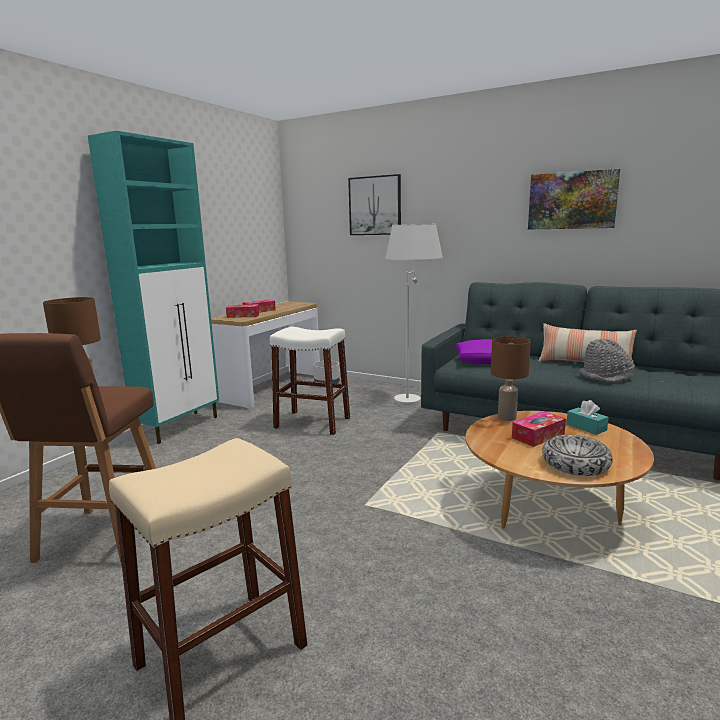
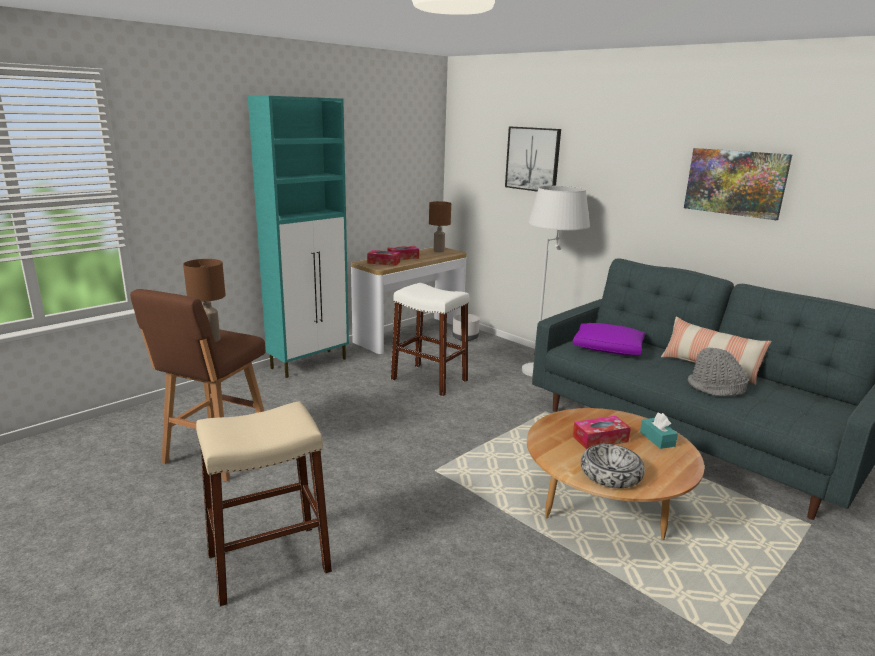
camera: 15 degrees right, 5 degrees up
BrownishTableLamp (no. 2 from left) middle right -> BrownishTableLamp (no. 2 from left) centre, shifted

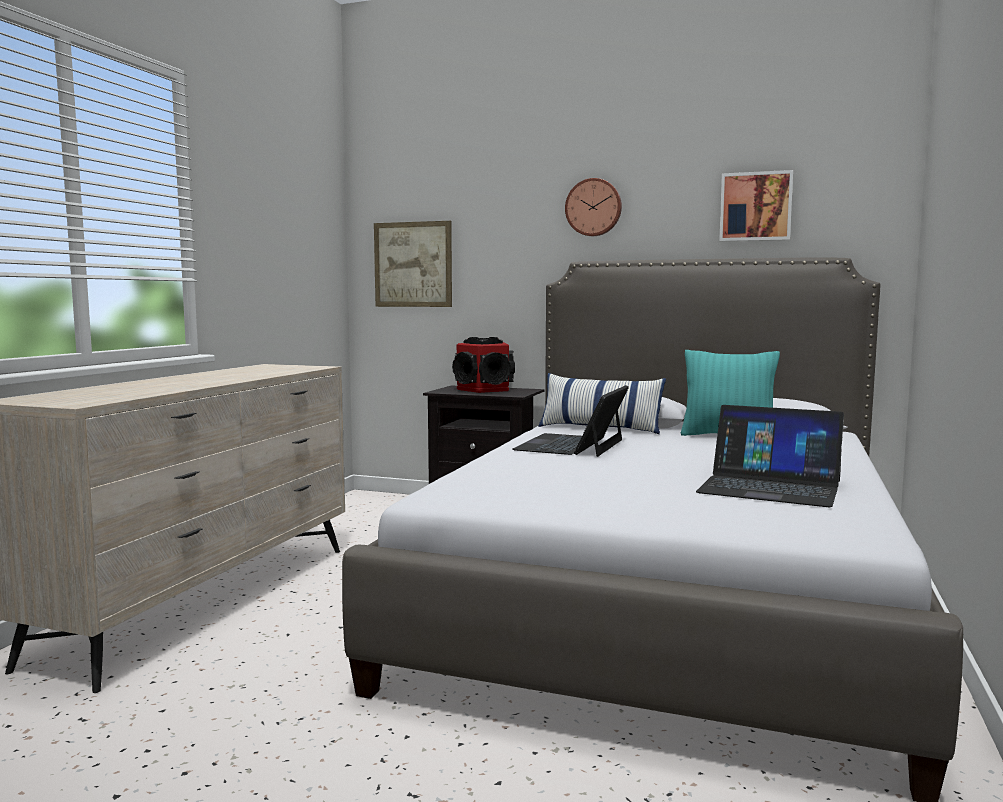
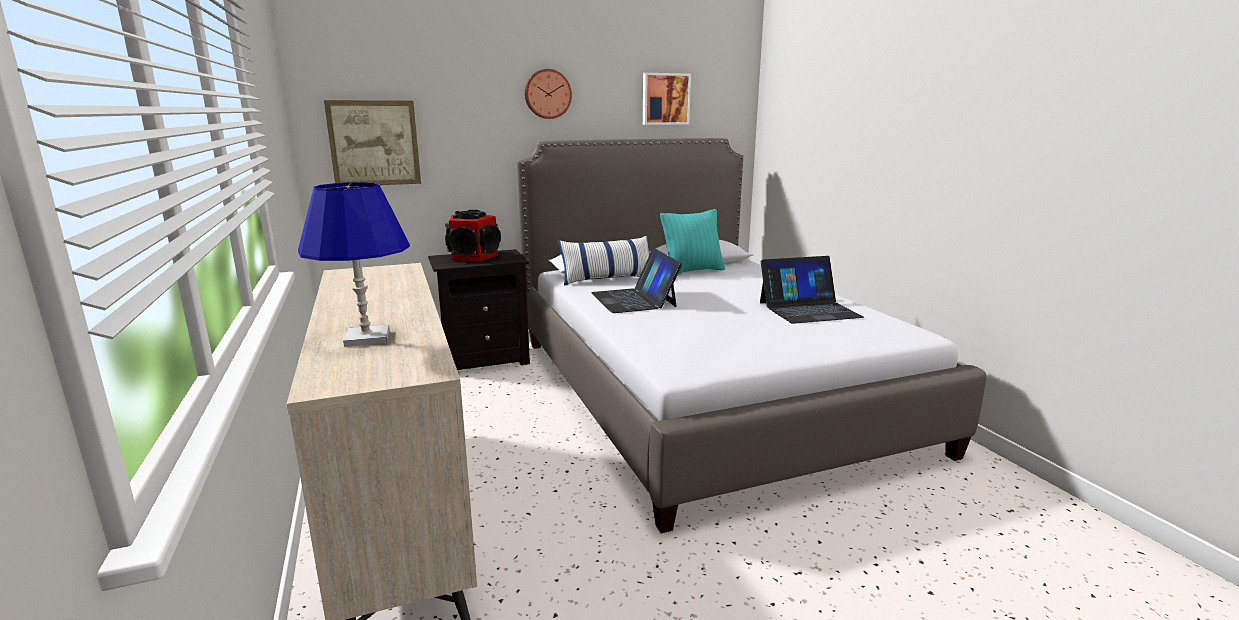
camera: 40 degrees left, 10 degrees up
none -> BlueColouredTableLamp middle left

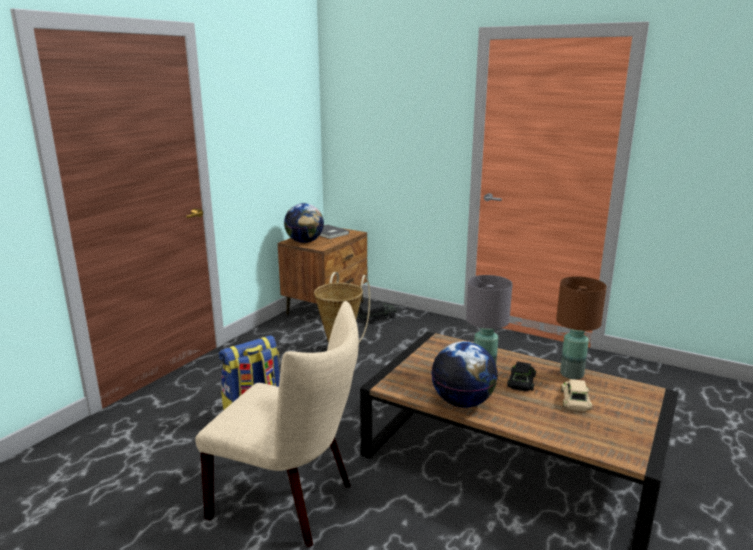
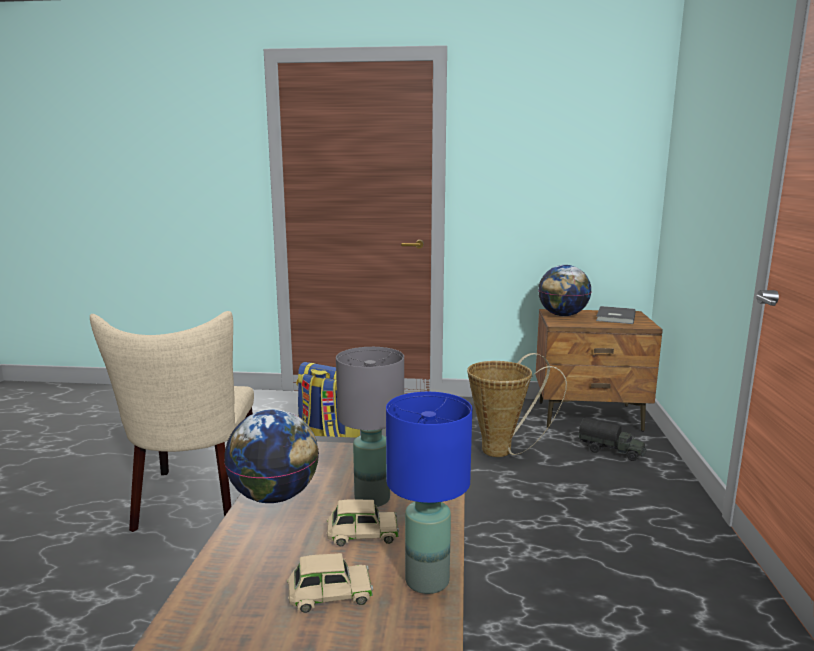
camera: 65 degrees right, 5 degrees down
BlackishMiniatureCar bottom right -> BeigeMiniatureCar (no. 2 from left) bottom centre
BrownishTableLamp middle right -> BlueColouredTableLamp bottom centre

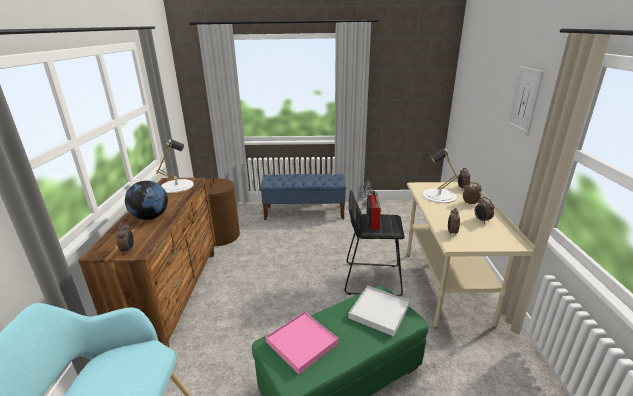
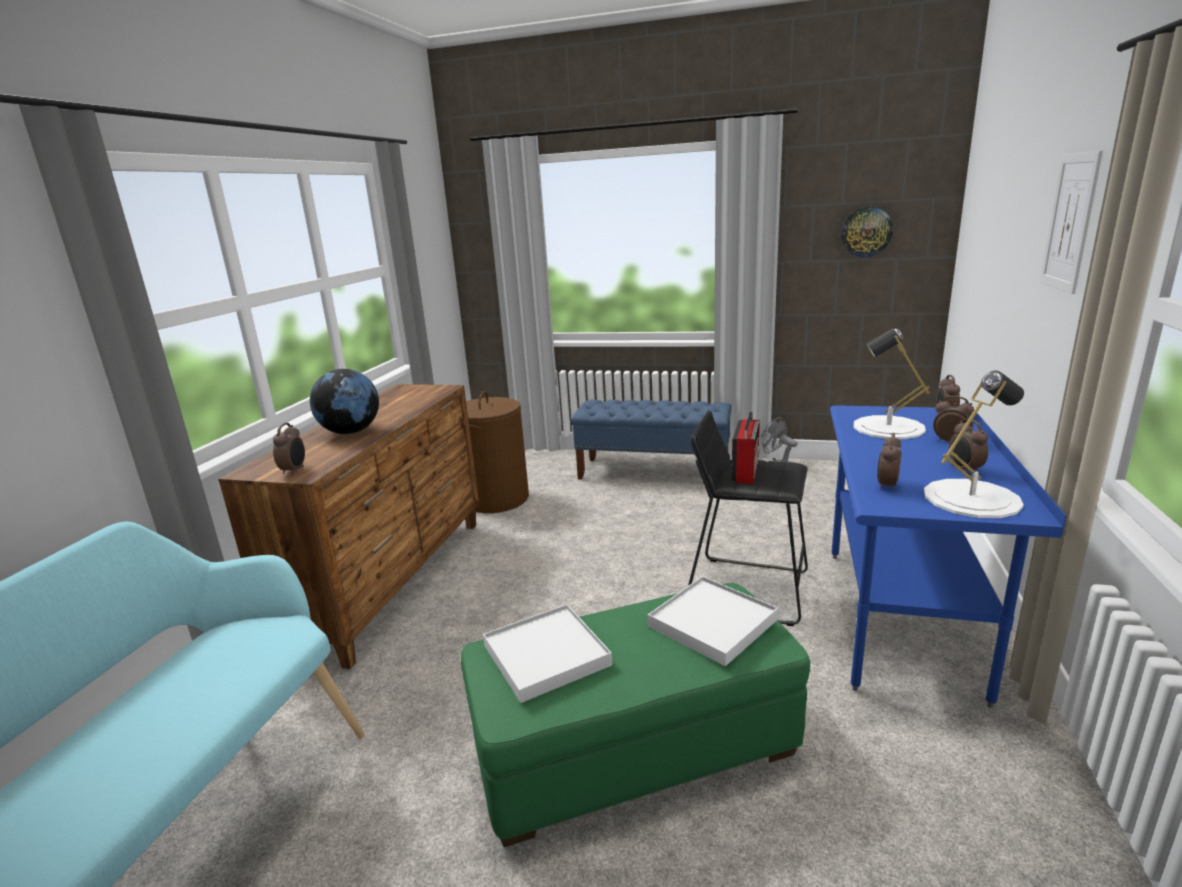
camera: 15 degrees right, 5 degrees down
WhiteTableLamp (no. 1 from left in the first image) middle left -> WhiteTableLamp (no. 2 from left) middle right, shifted
PinkTray bottom centre -> WhiteTray (no. 1 from left) bottom centre
BeigeDeskTable middle right -> BlueColouredDeskTable middle right
none -> WallClock top right

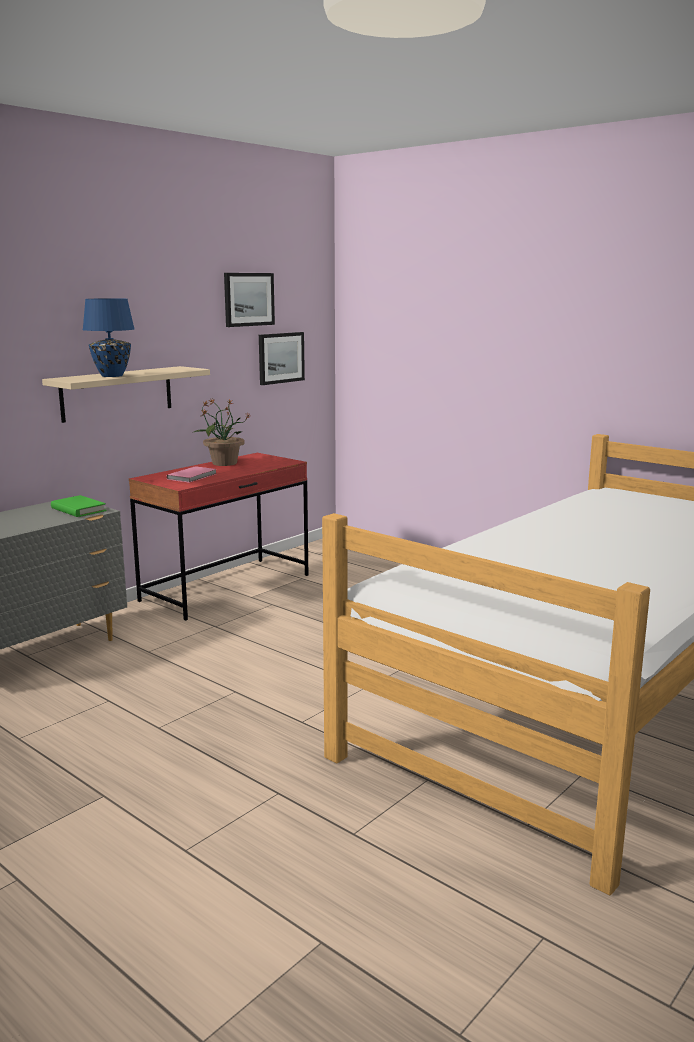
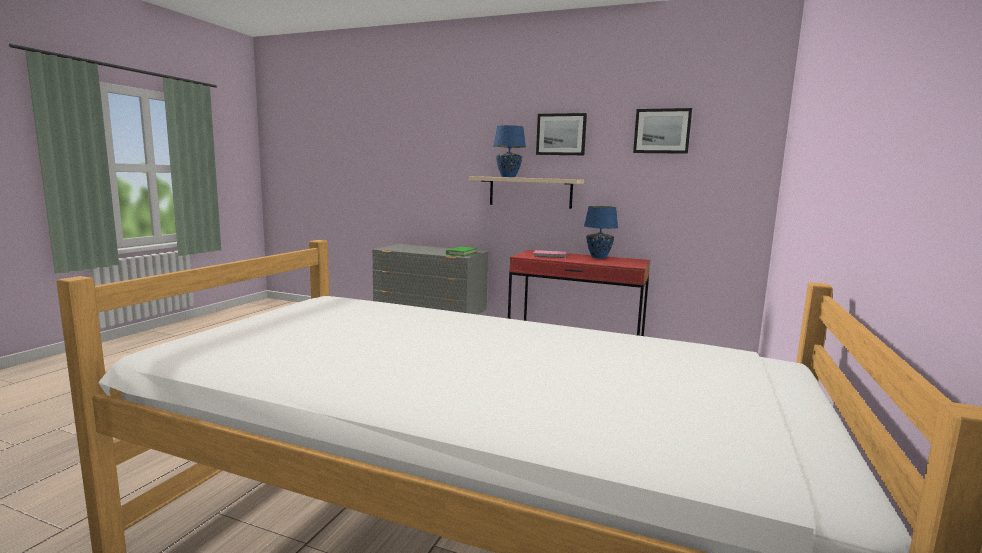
camera: 70 degrees right, 5 degrees down
PottedPlant middle left -> BlueColouredTableLamp (no. 2 from left) centre
WallArt (no. 2 from left in the first image) centre -> WallArt (no. 1 from left) top centre, shifted

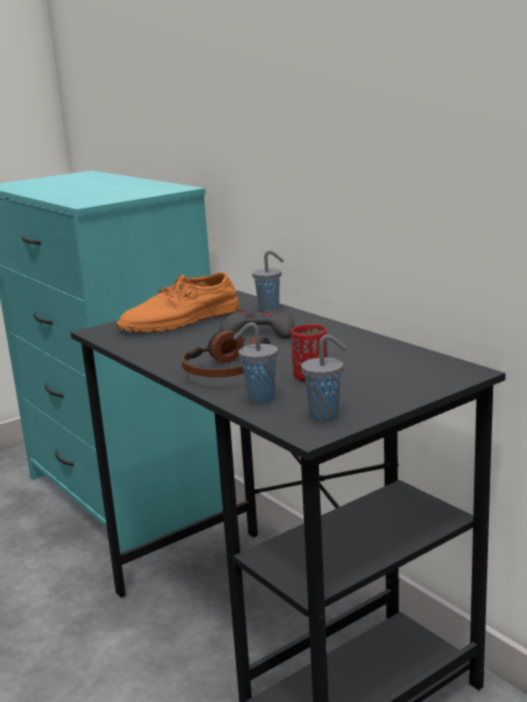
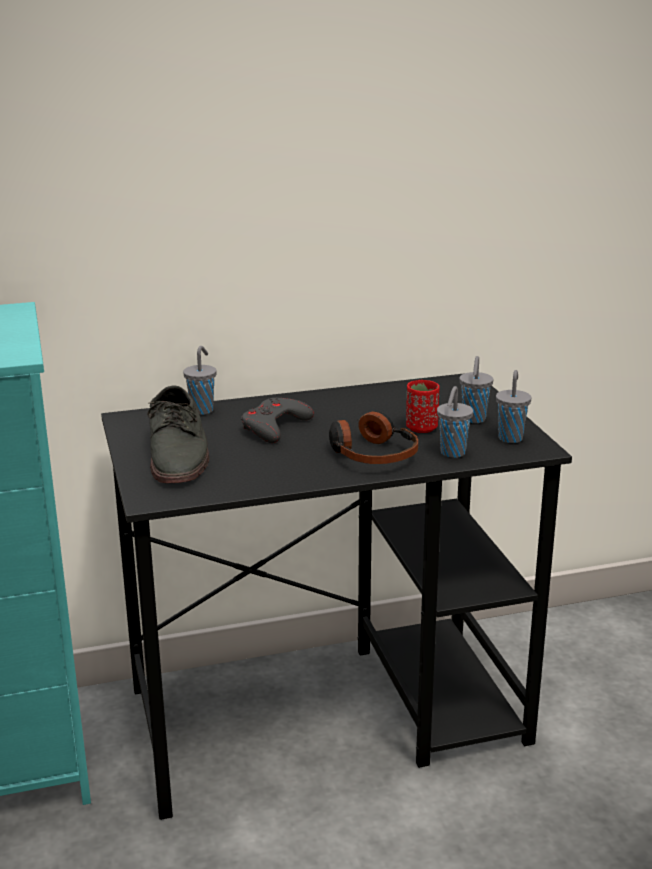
camera: 70 degrees left, 5 degrees up
OrangeyLowShoe centre -> GreyishLowShoe middle left
none -> GreyishSmallCup (no. 3 from left) middle right

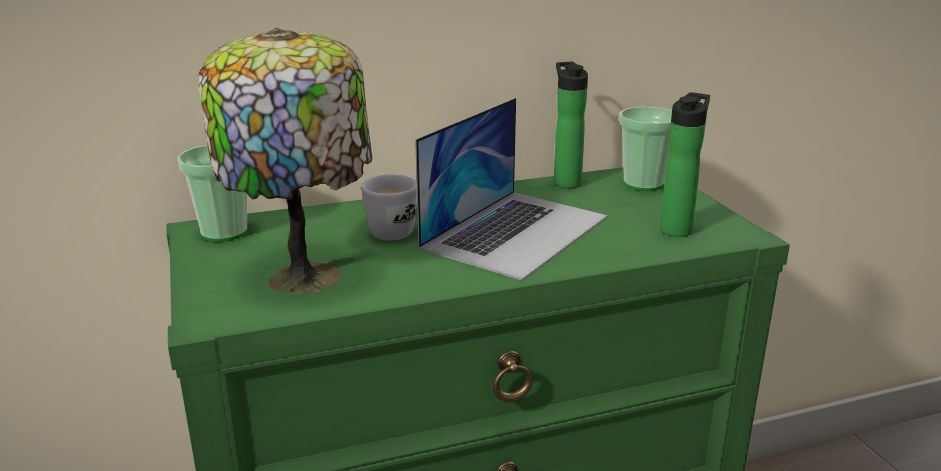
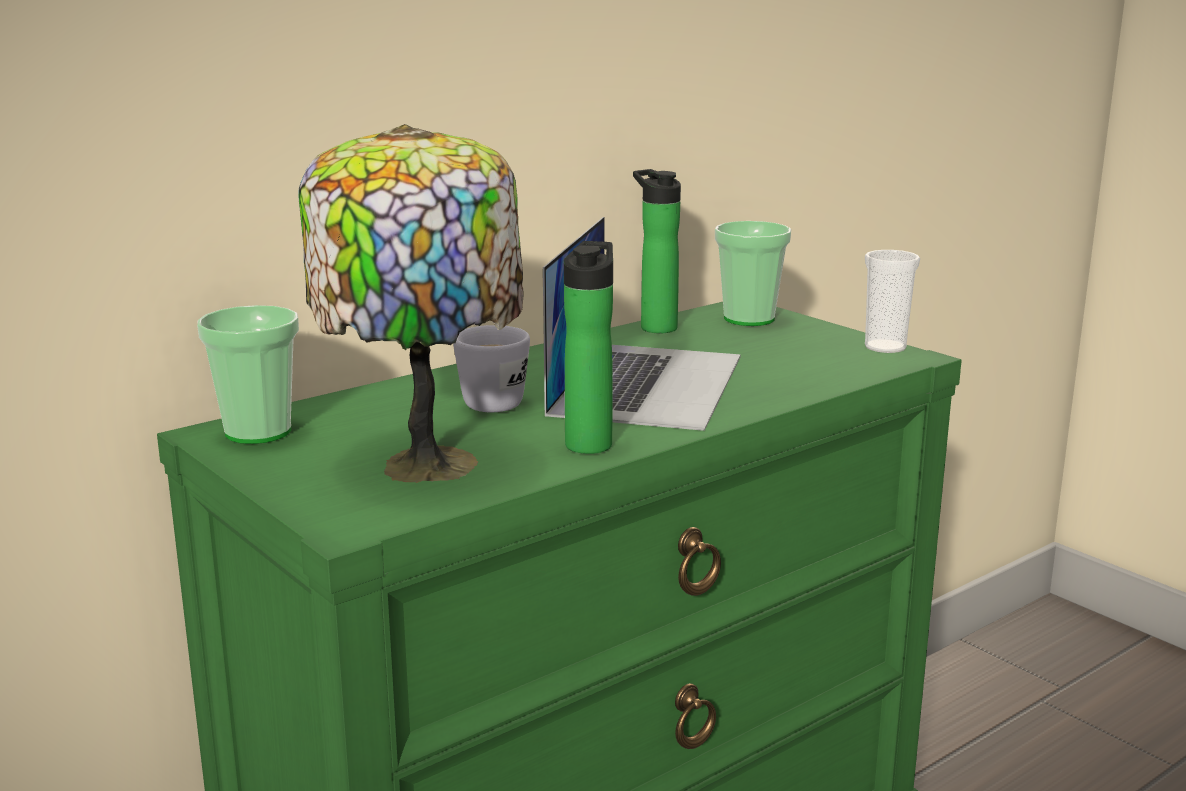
camera: 20 degrees left, 5 degrees down
Bottle (no. 2 from left in the first image) middle right -> Bottle (no. 1 from left) centre, shifted
none -> SmallCup (no. 3 from left) middle right

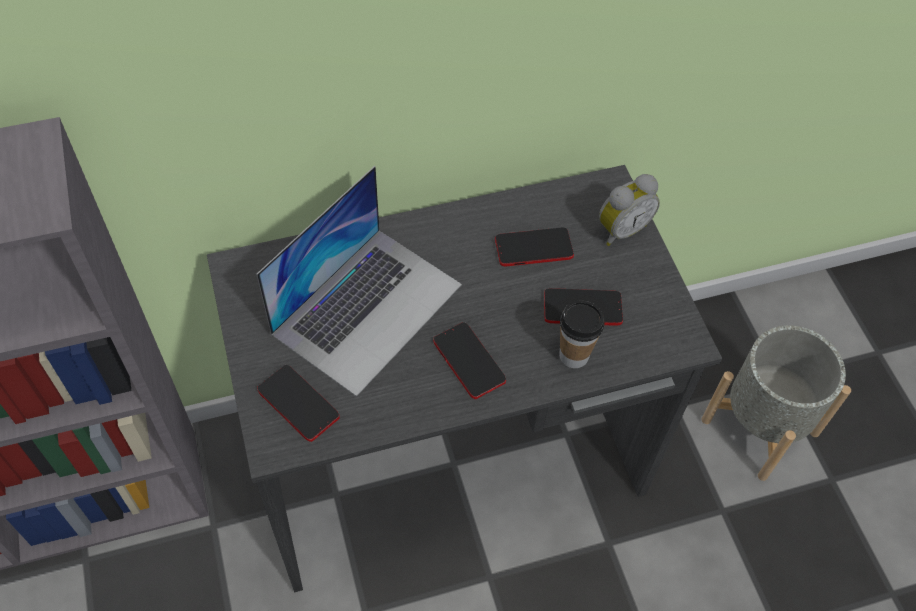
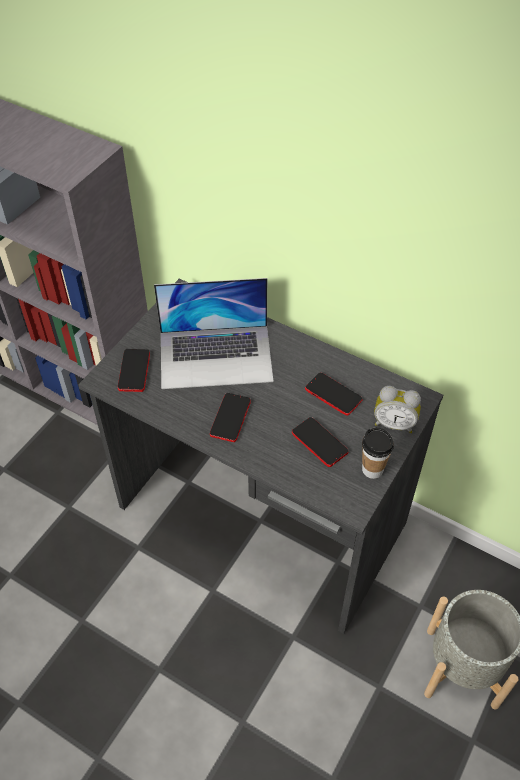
camera: 50 degrees right, 5 degrees down
SmallCup centre -> SmallCup middle right, shifted

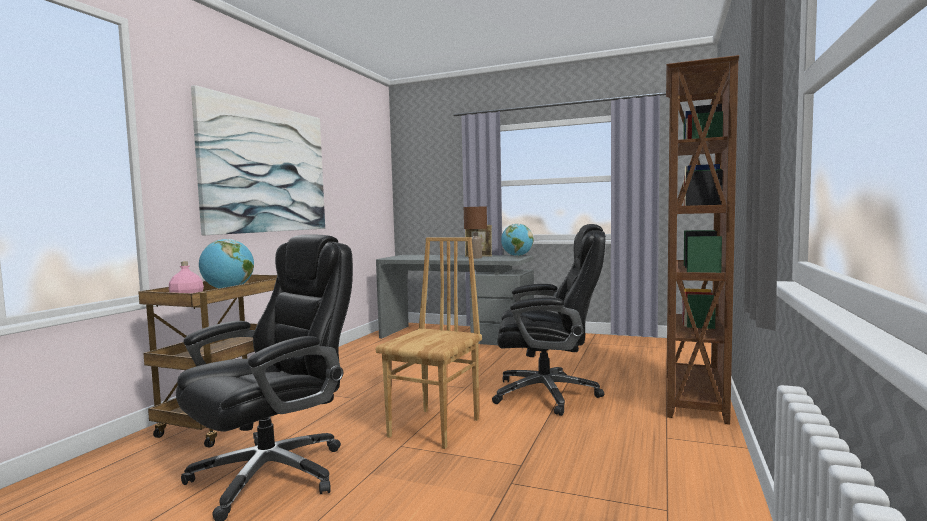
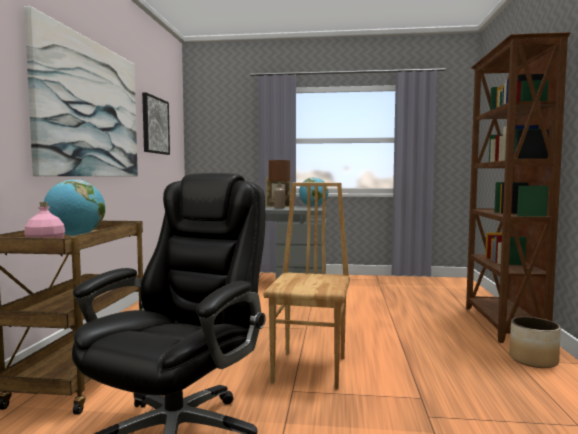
camera: 15 degrees left, 0 degrees up
BlackishDeskChair (no. 2 from left) centre -> none
none -> WallArt (no. 2 from left) top left
none -> PlantPot bottom right

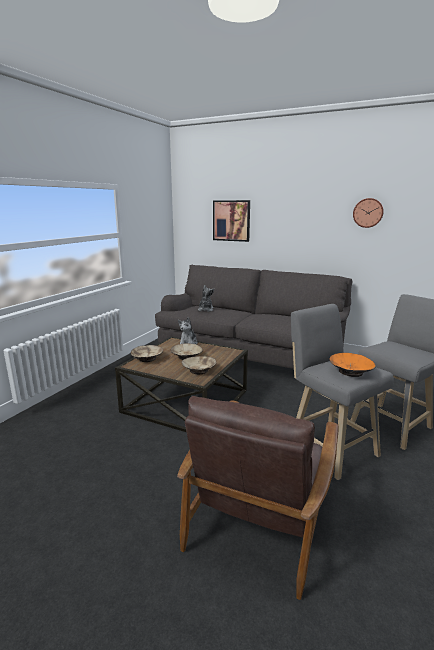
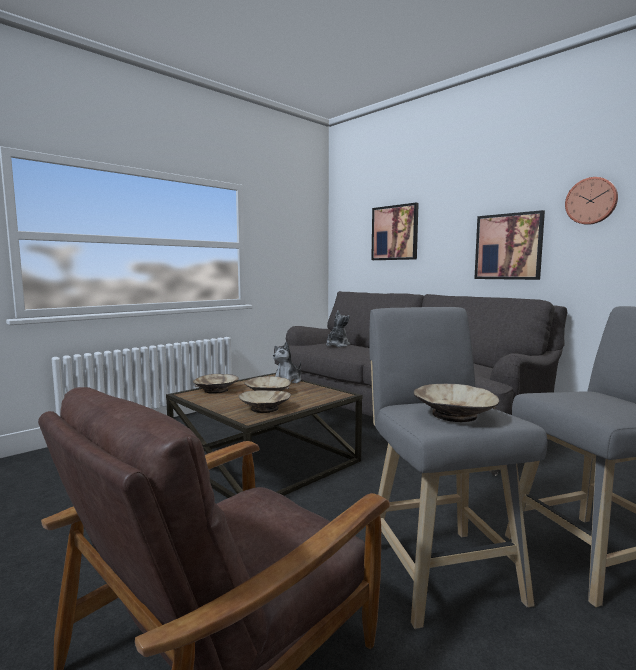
camera: 20 degrees right, 10 degrees down
OrangeyDeepDish middle right -> BeigeDeepDish (no. 4 from left) middle right
none -> WallArt (no. 2 from left) middle right

